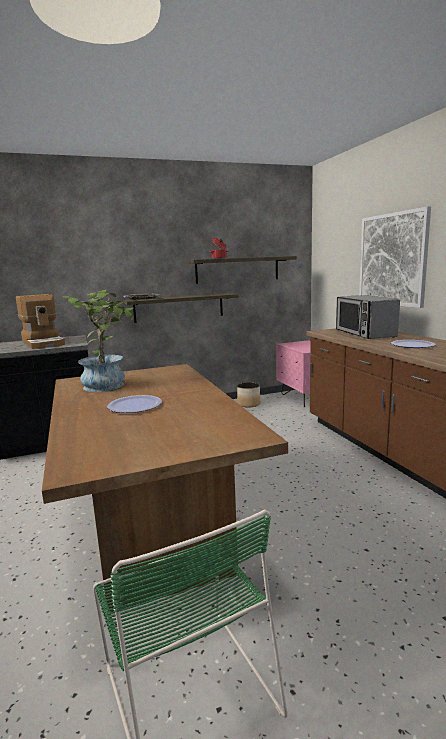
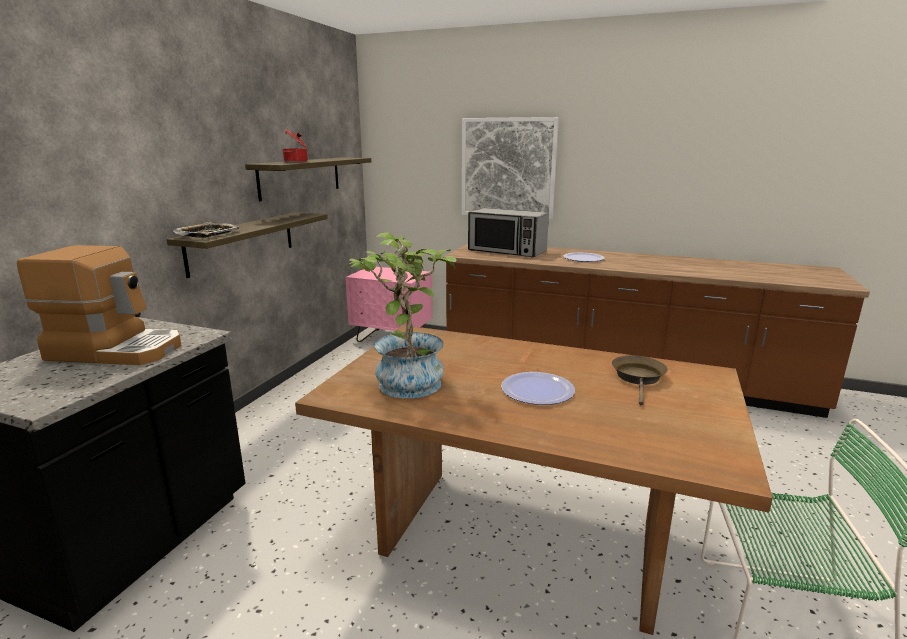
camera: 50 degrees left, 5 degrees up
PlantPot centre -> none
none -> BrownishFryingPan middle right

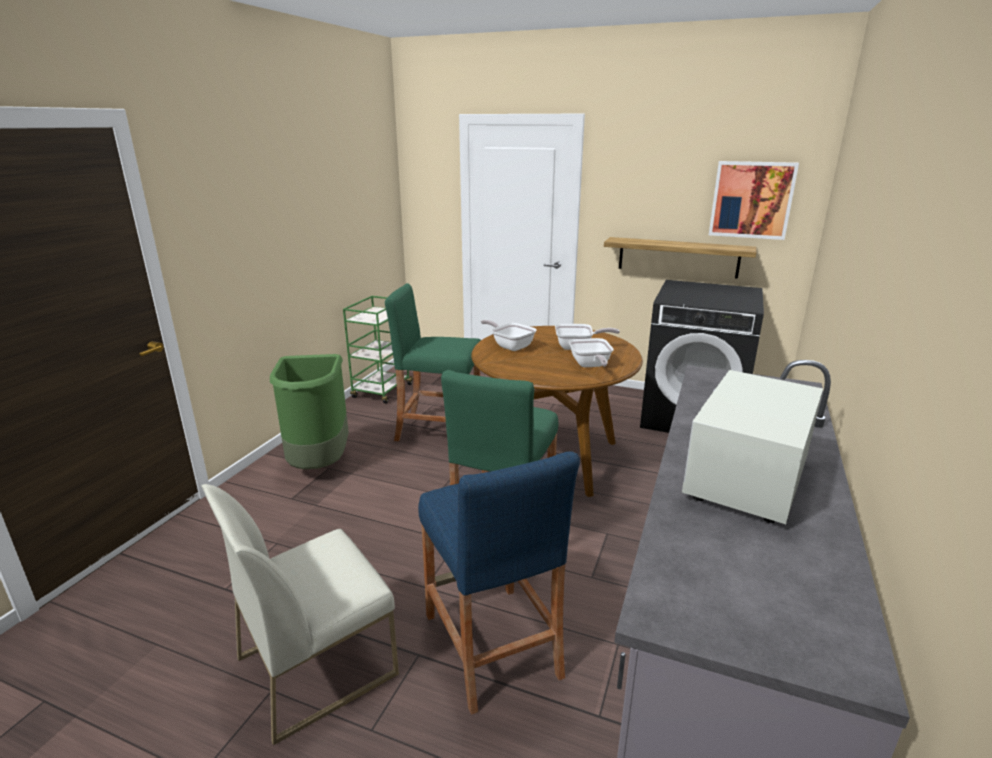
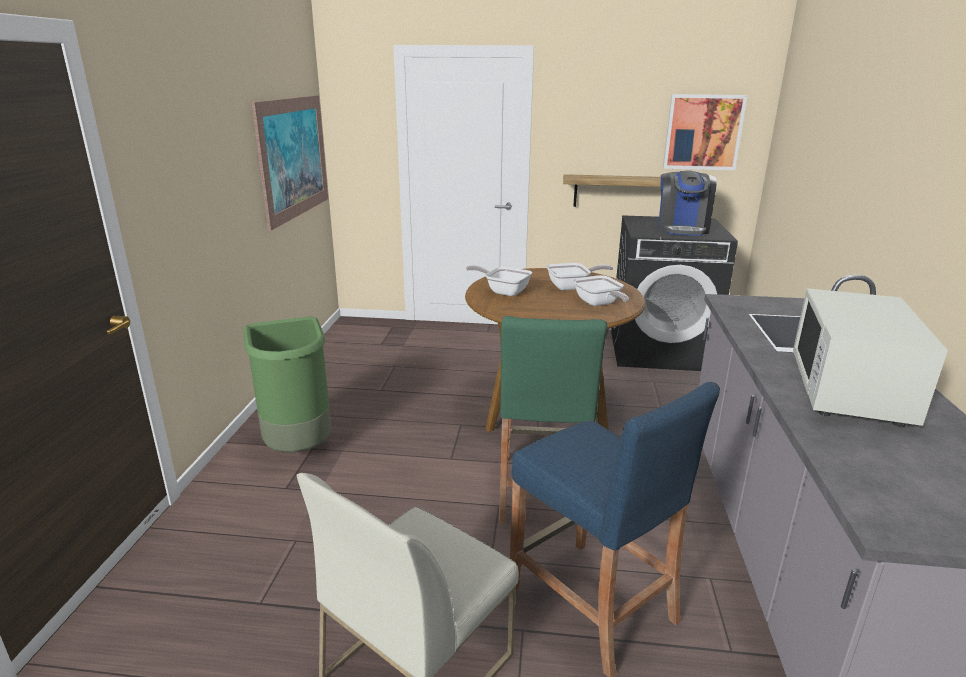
camera: 15 degrees left, 0 degrees up
GreenWheeledCart centre -> none
GreenStool (no. 1 from left) centre -> none
none -> WallArt (no. 1 from left) top left
none -> CoffeeMachine top right

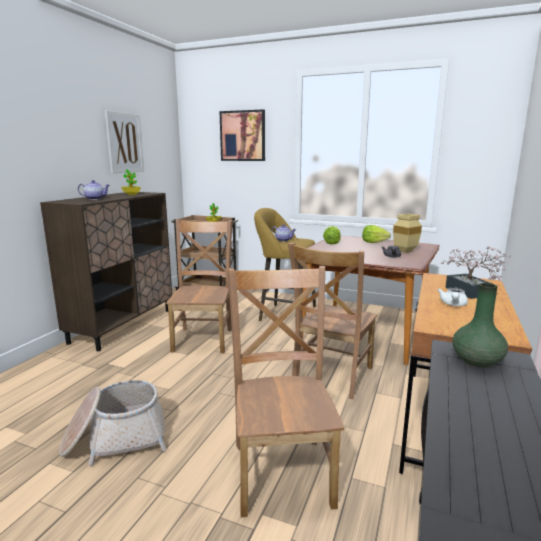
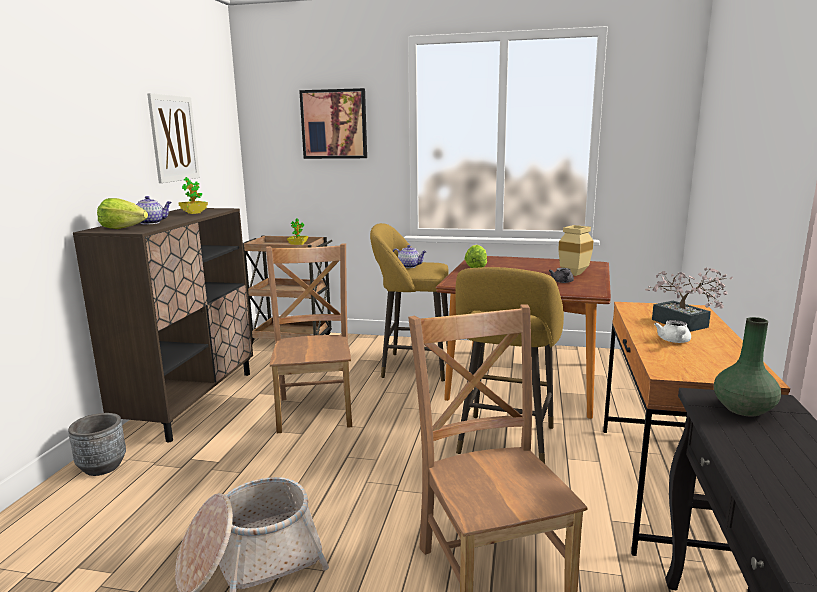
camera: 10 degrees left, 0 degrees up
BrownishChair (no. 3 from left) centre -> YellowStool (no. 2 from left) centre
LettuceHead (no. 2 from left in the first image) middle right -> LettuceHead (no. 1 from left) middle left, shifted
none -> GreyishPlantPot bottom left

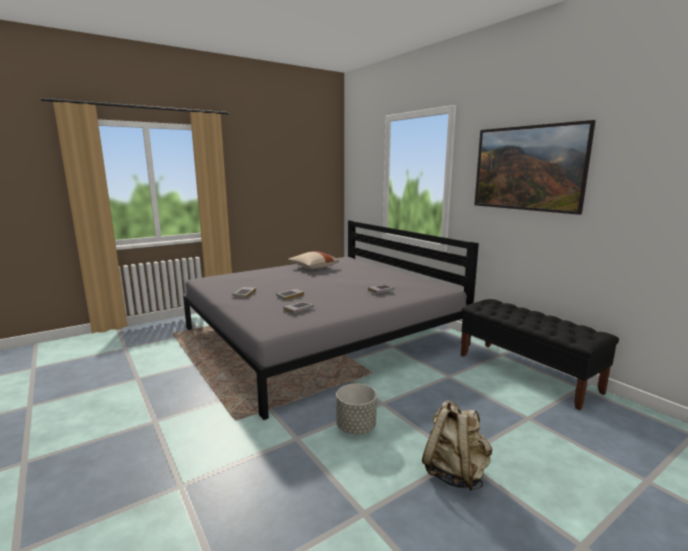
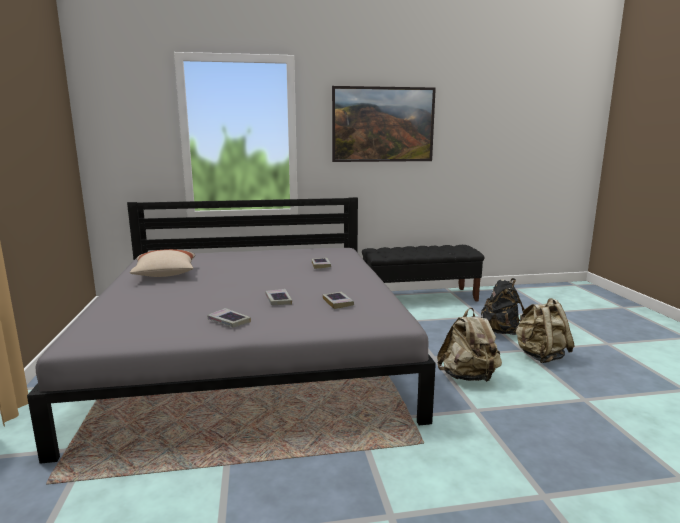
camera: 65 degrees left, 0 degrees up
GreyishPlantPot bottom centre -> BeigeBackpack (no. 1 from left) middle right
none -> BlackishBackpack middle right

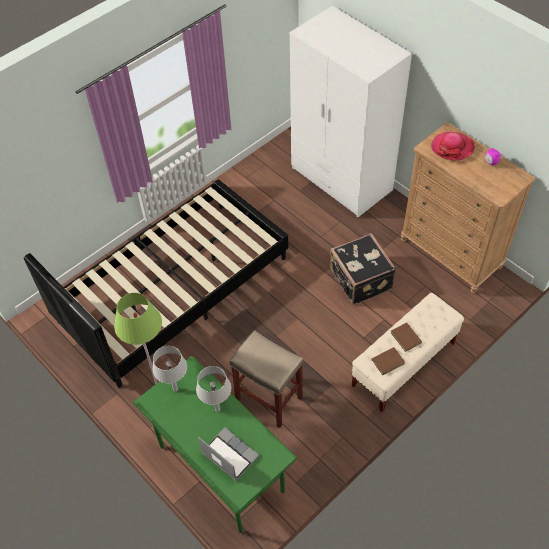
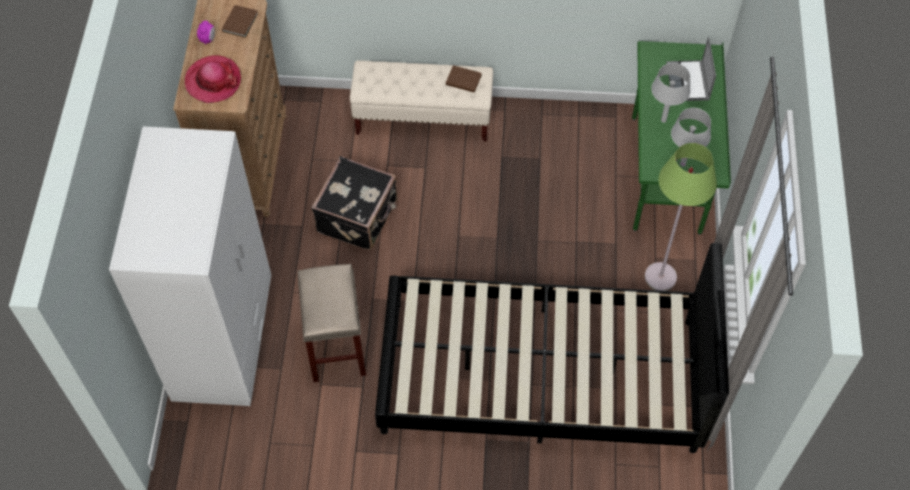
camera: 135 degrees left, 5 degrees up
BeigeStool bottom centre -> BeigeStool centre, shifted
BrownishVolume (no. 2 from left in the first image) middle right -> BrownishVolume (no. 1 from left) top left, shifted

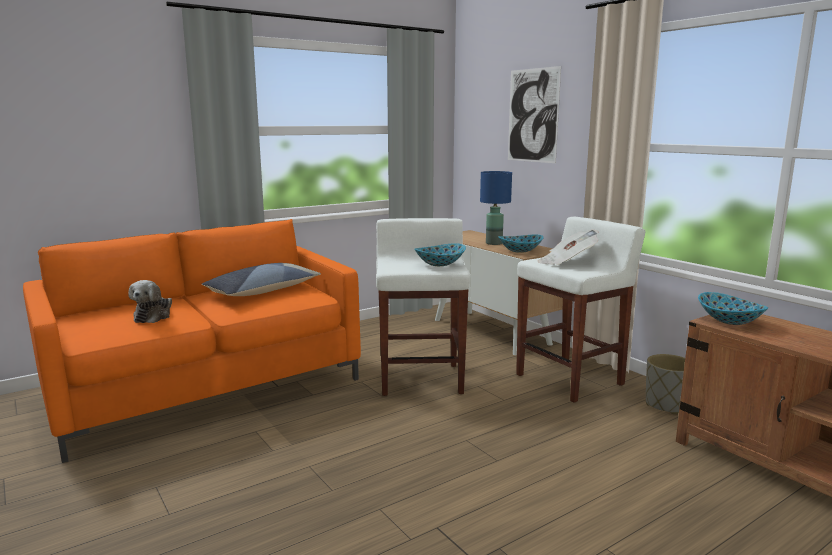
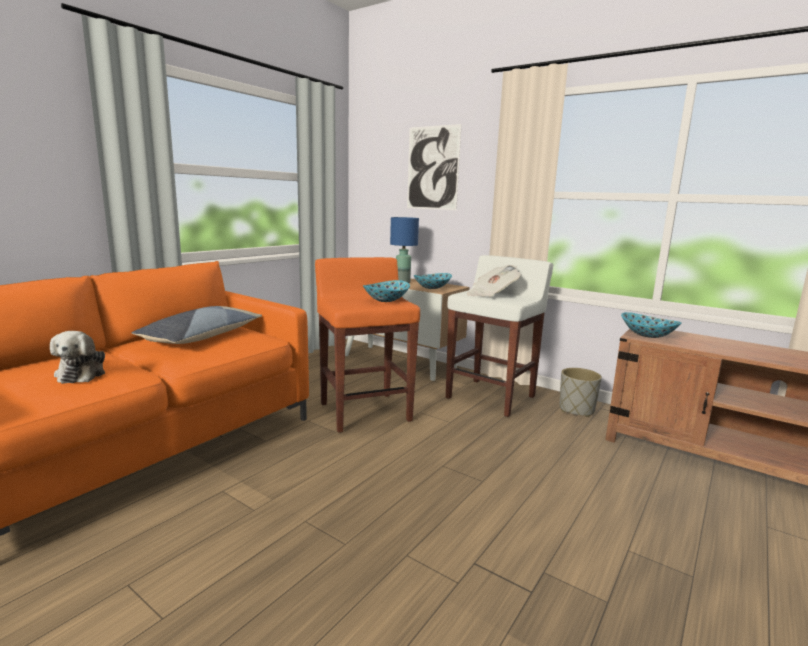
camera: 20 degrees left, 0 degrees up
WhiteStool (no. 1 from left) centre -> OrangeyStool centre

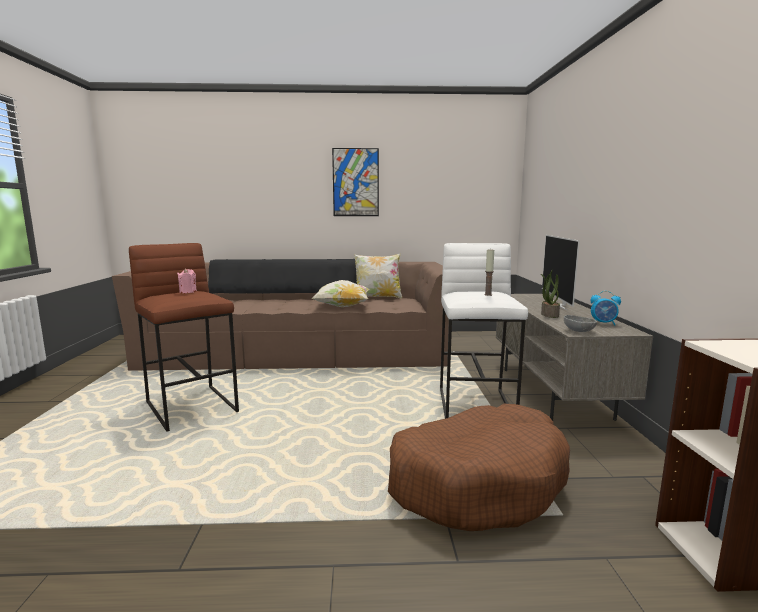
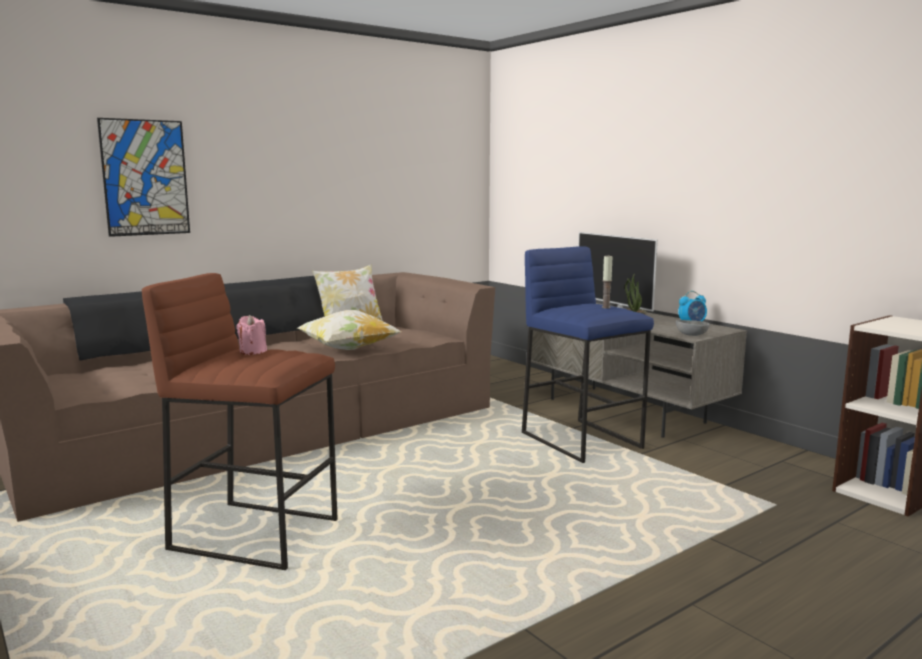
camera: 35 degrees left, 0 degrees up
WallArt top centre -> WallArt top left, shifted
BrownishDogBed bottom centre -> none
WhiteStool centre -> BlueColouredStool centre

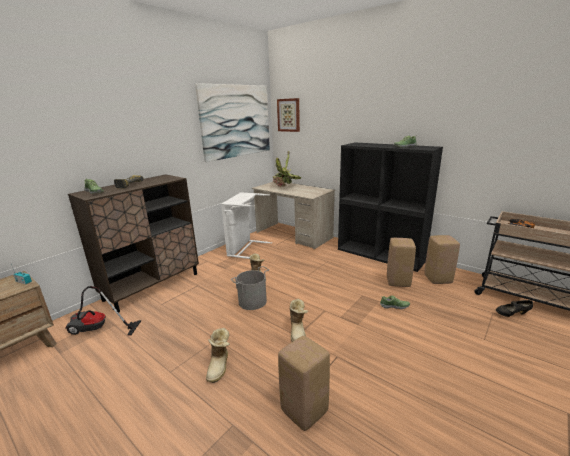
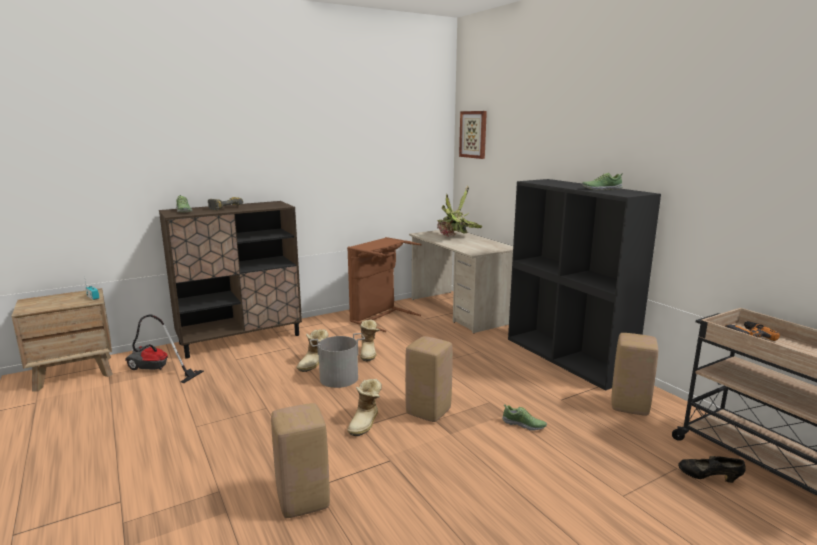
camera: 20 degrees right, 5 degrees down
WallArt (no. 1 from left) top centre -> none
Boot (no. 1 from left) bottom centre -> Boot (no. 1 from left) centre, shifted
WhiteHamper centre -> BrownishHamper centre
BeigeStool (no. 2 from left) middle right -> BeigeStool (no. 2 from left) bottom centre, shifted

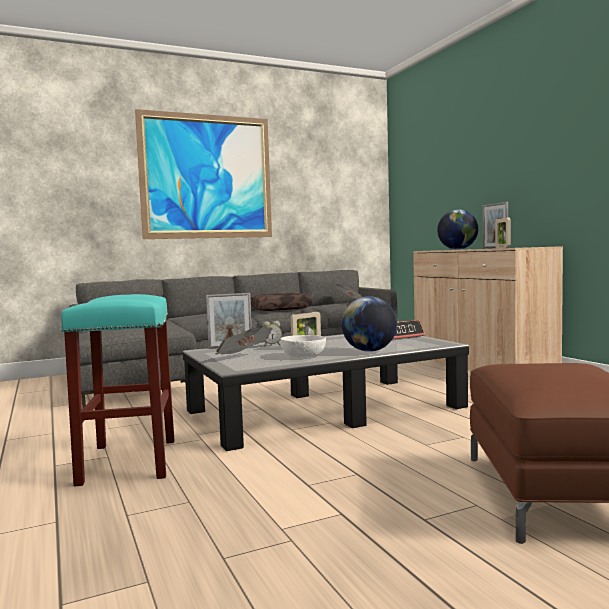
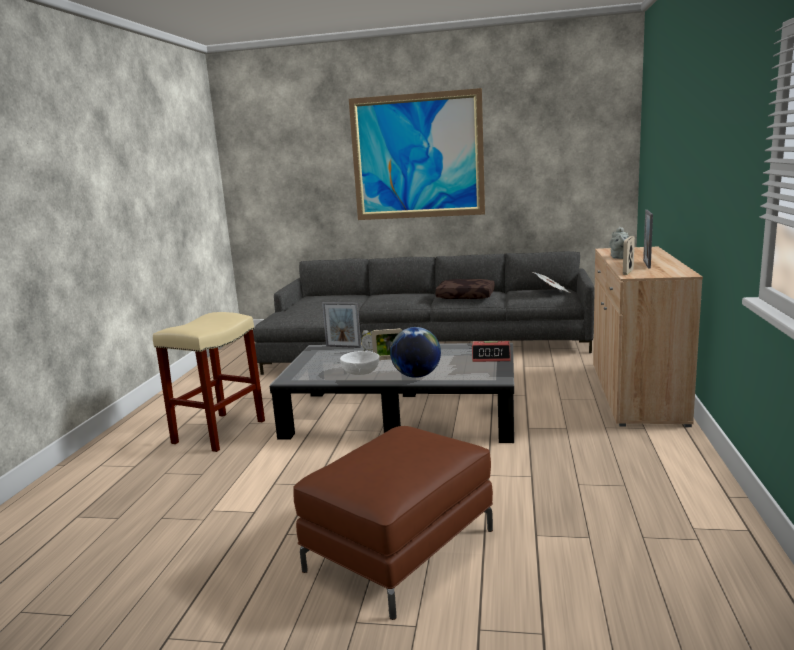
camera: 35 degrees right, 10 degrees up
TurquoiseStool middle left -> BeigeStool middle left
DailyPaper (no. 1 from left) centre -> none
WorldGlobe (no. 2 from left) middle right -> GreyishTeapot middle right

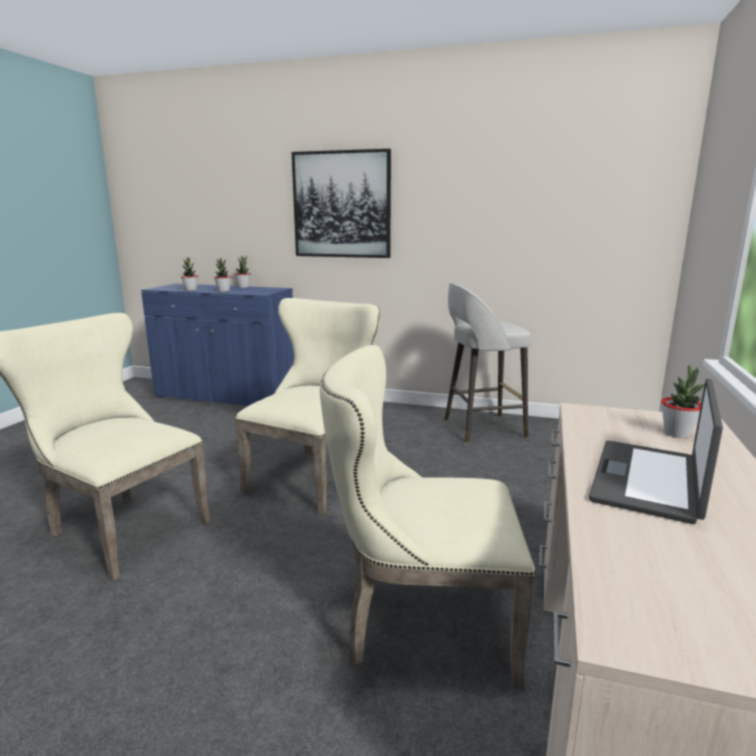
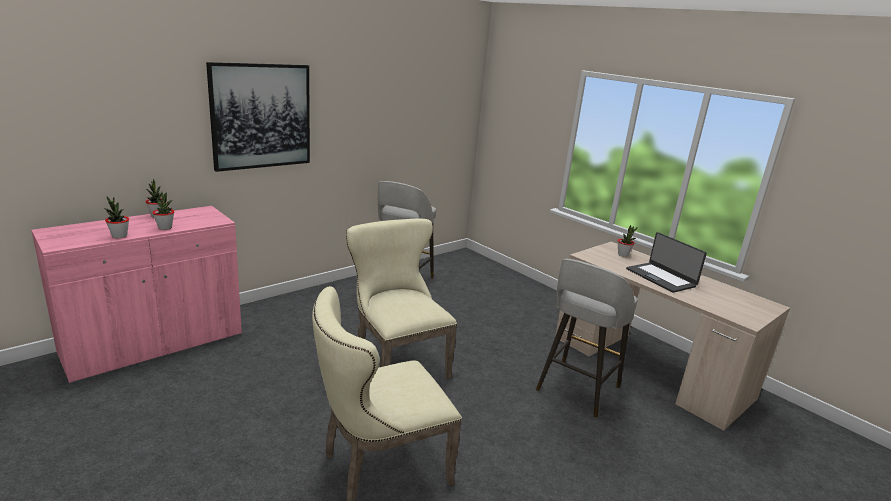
camera: 60 degrees left, 5 degrees up
BlueColouredCupboard middle left -> PinkCupboard middle left
BeigeChair (no. 3 from left) bottom centre -> GreyishStool (no. 2 from left) bottom centre

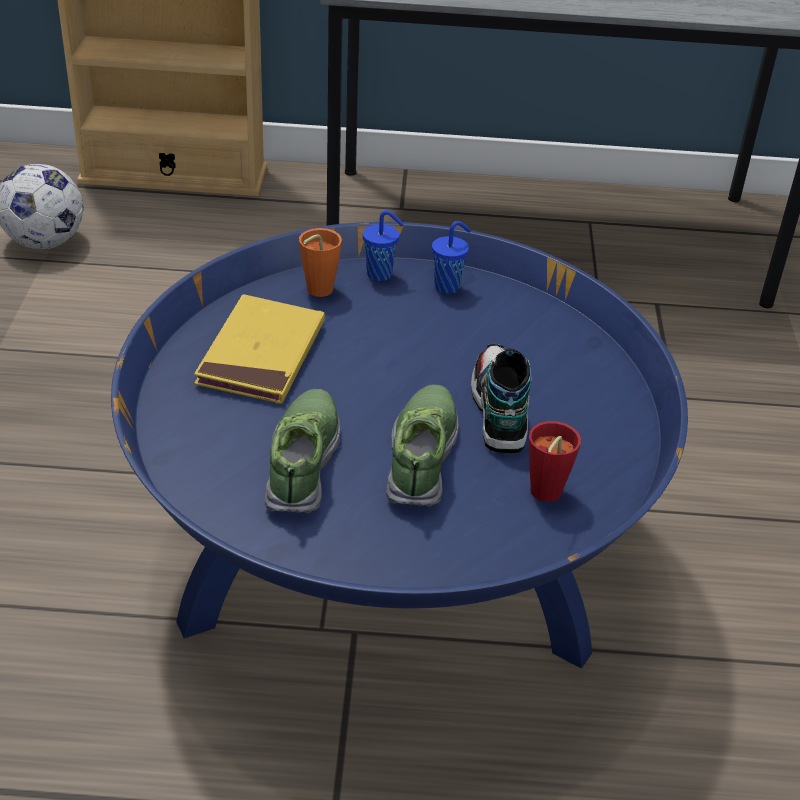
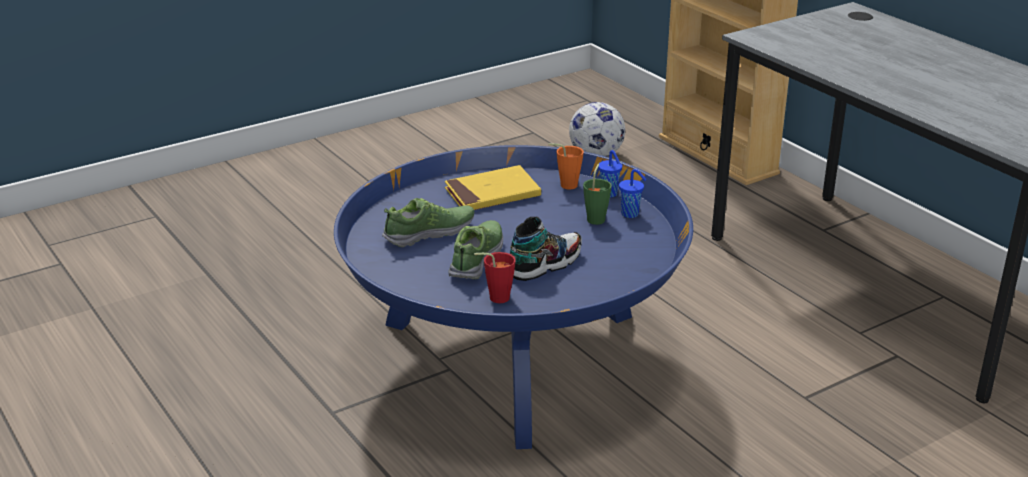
camera: 55 degrees right, 10 degrees down
LowShoe (no. 2 from left) centre, 45 degrees counterclockwise
none -> GreenSmallCup centre

